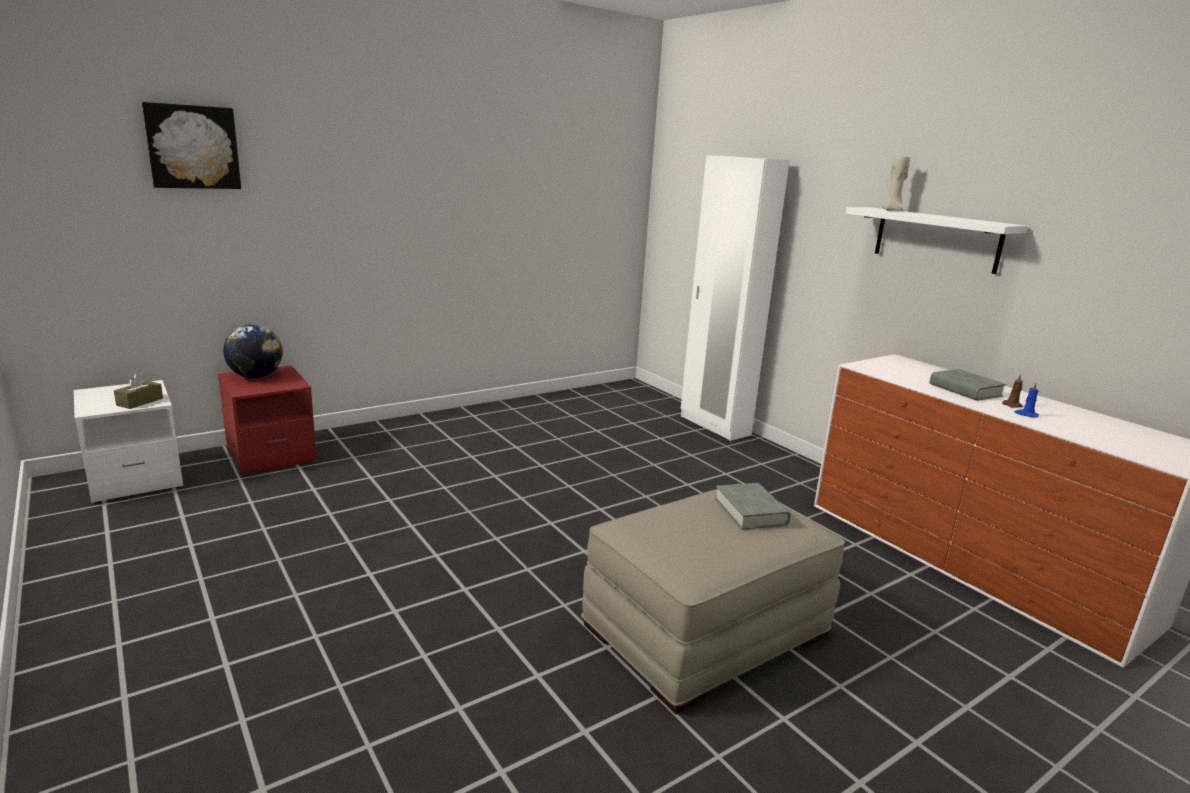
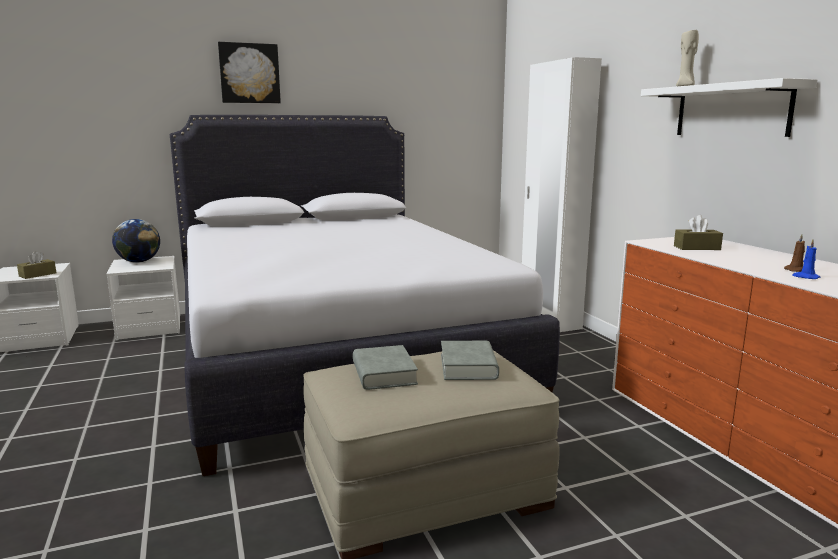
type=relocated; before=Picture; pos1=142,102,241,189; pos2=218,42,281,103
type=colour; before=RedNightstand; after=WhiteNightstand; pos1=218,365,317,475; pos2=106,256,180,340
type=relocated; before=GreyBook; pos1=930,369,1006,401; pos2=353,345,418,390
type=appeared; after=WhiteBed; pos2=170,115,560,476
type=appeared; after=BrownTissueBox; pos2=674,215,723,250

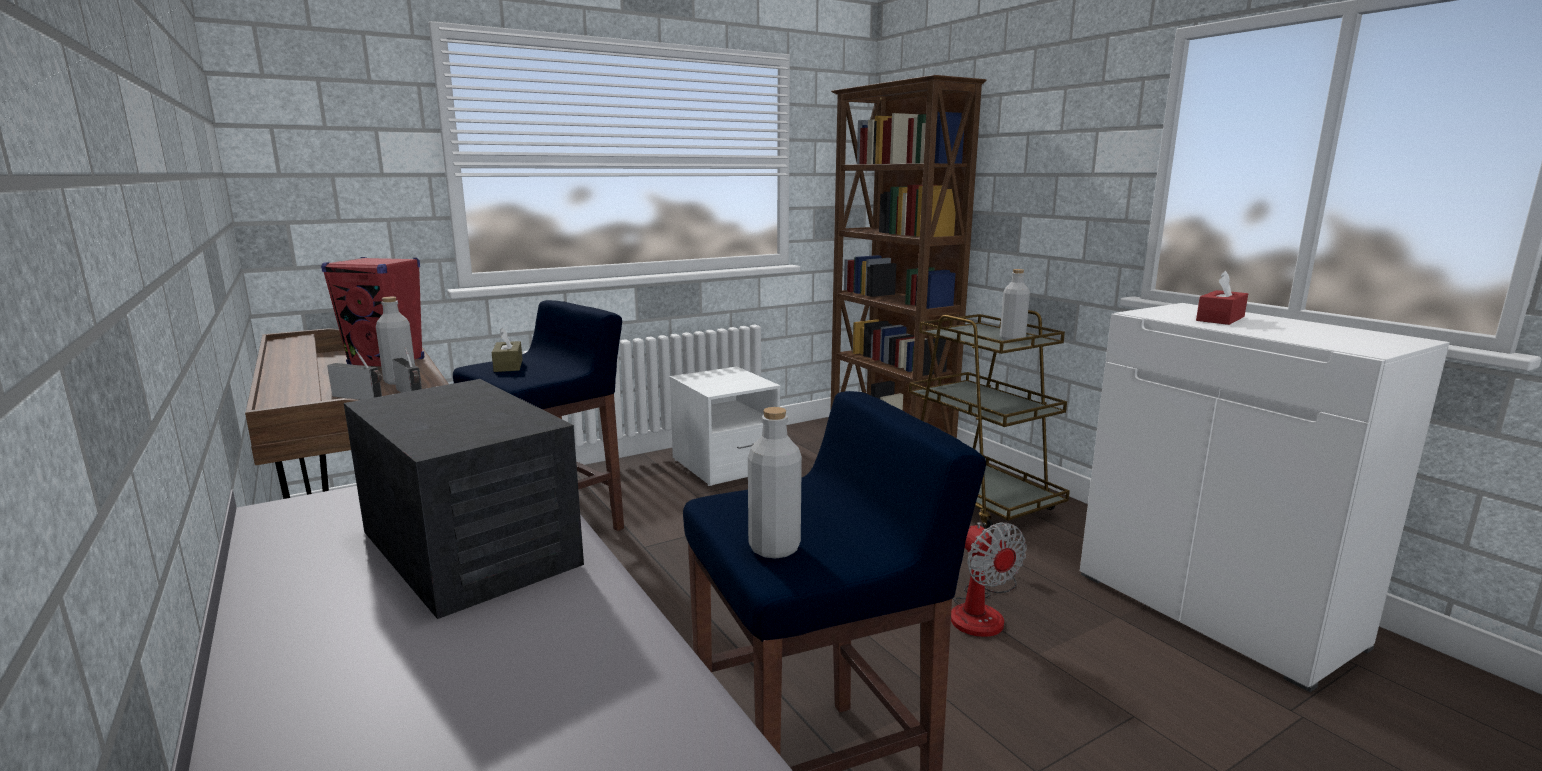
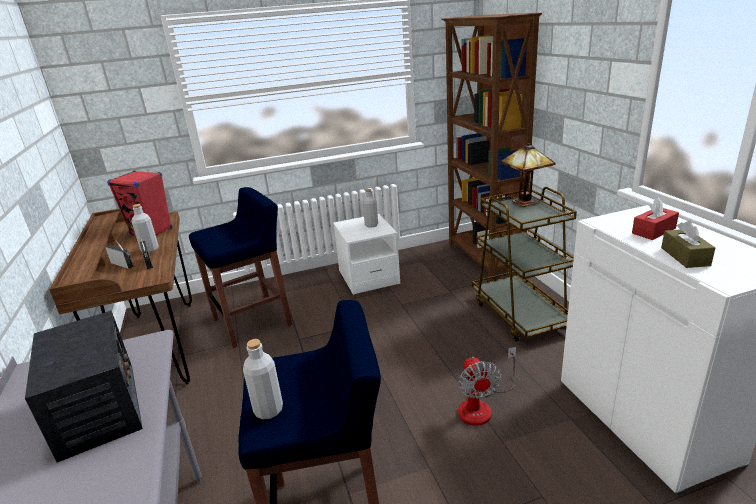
type=relocated; before=GreyBottle; pos1=1000,269,1030,340; pos2=363,189,378,228
type=relocated; before=BrownTissueBox; pos1=492,327,523,372; pos2=661,220,715,268
type=appeared; after=TableLamp; pos2=501,143,556,207

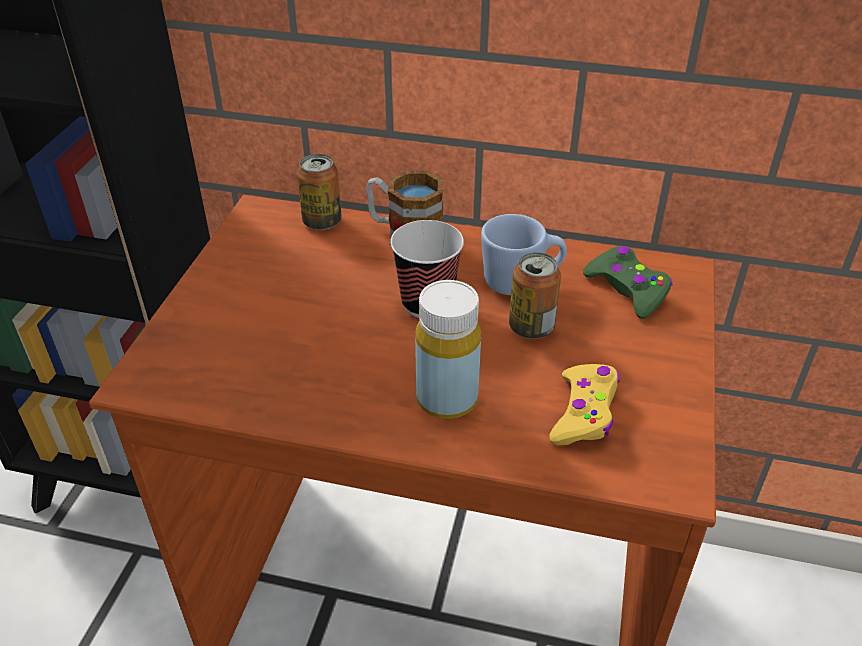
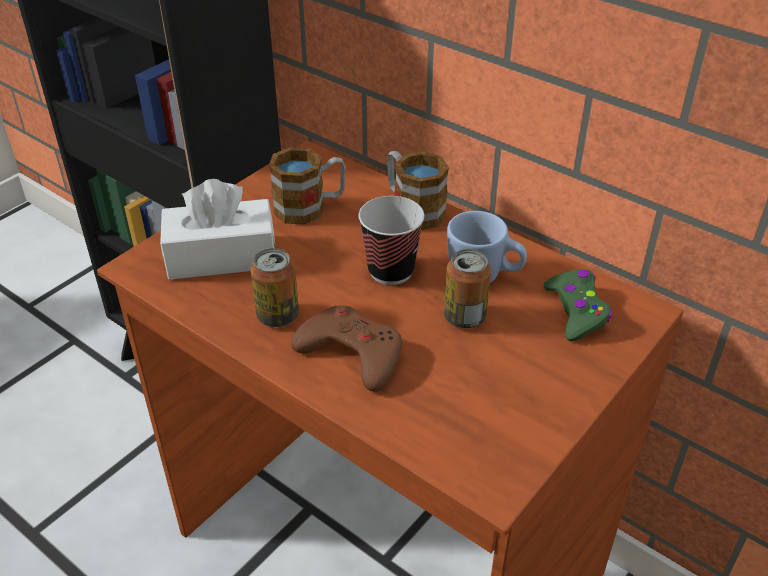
type=relocated; before=Can; pos1=297,154,342,230; pos2=251,248,299,327
type=exchanged; before=YellowBottle; after=BrownGameController; pos1=415,280,481,419; pos2=291,305,402,392
type=missing; before=YellowGameController; pos1=550,364,620,445
type=appeared; after=Mug; pos2=269,147,346,225
type=appeared; after=WhiteTissueBox; pos2=160,179,275,280

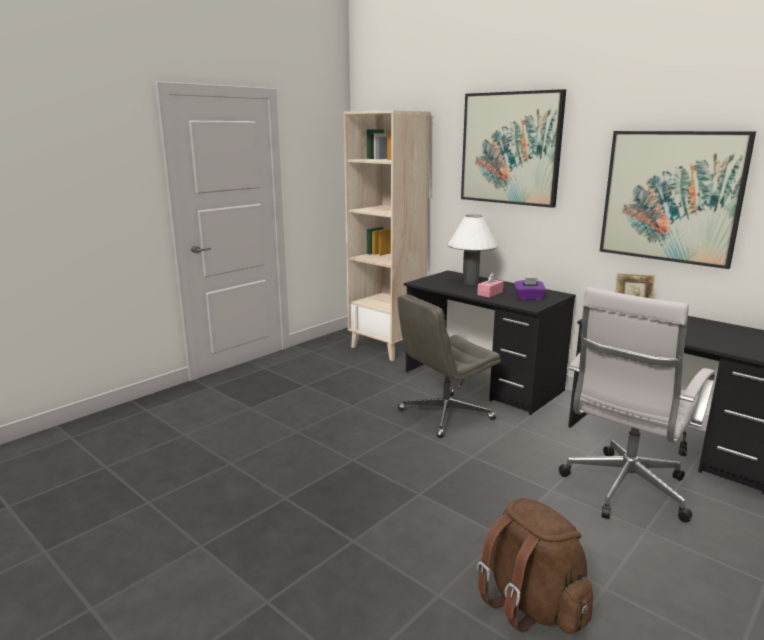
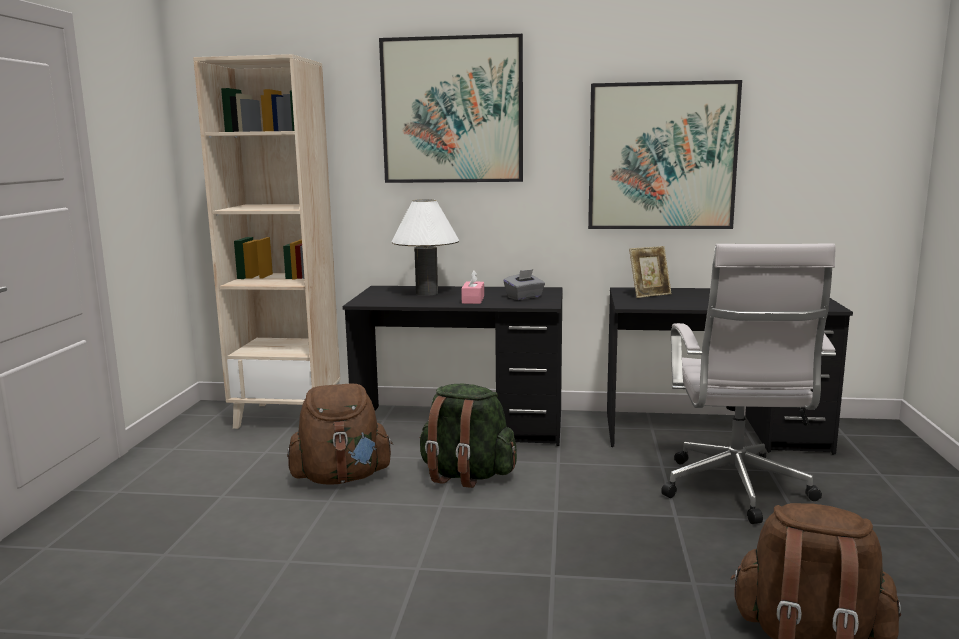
type=colour; before=PurpleTissueBox; after=GreyTissueBox; pos1=514,278,546,300; pos2=503,269,545,300
type=exchanged; before=GreyOfficeChair; after=GreenBackpack; pos1=397,294,501,438; pos2=420,383,517,488
type=appeared; after=BrownBackpack; pos2=287,384,393,485

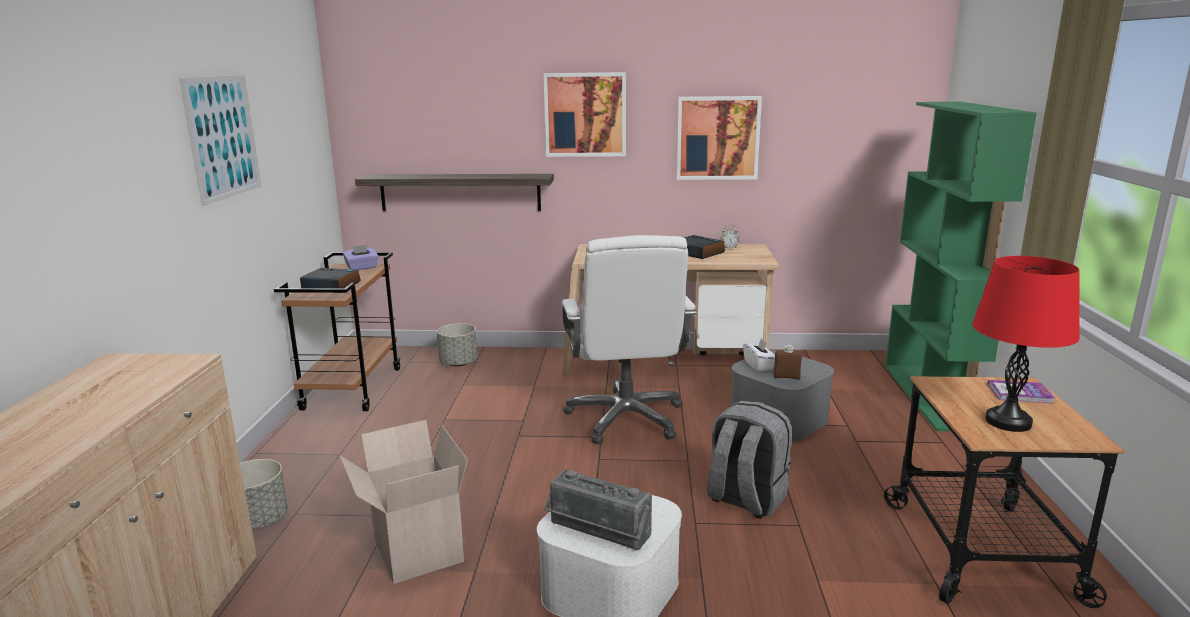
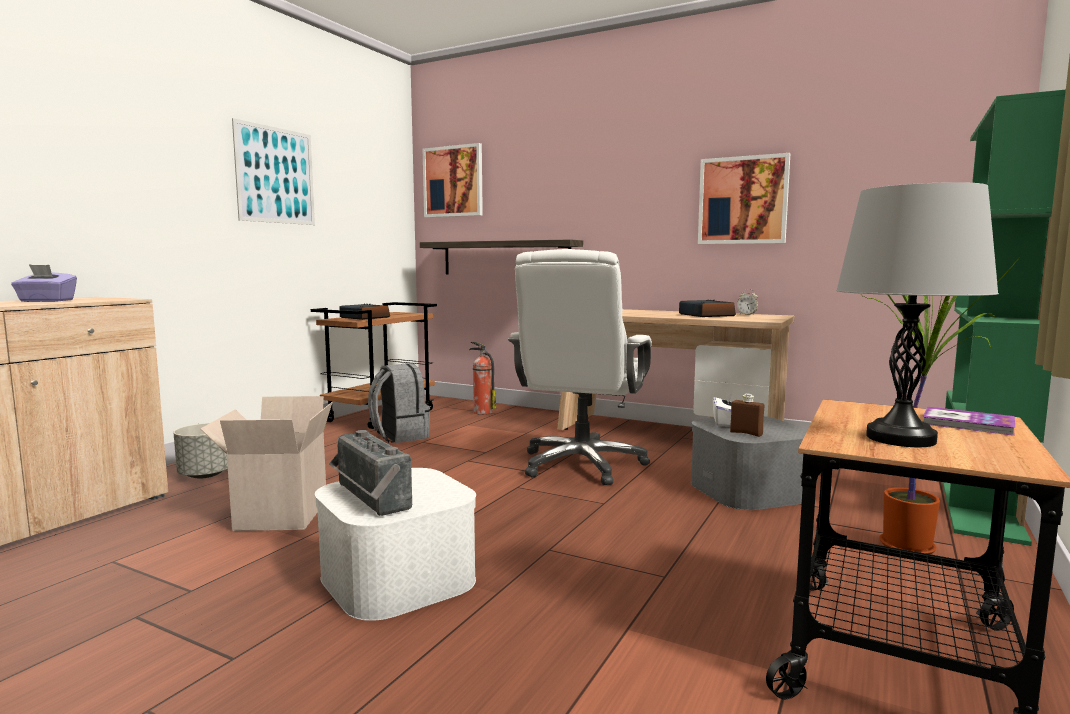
type=relocated; before=Picture; pos1=543,72,626,157; pos2=423,143,483,218
type=relocated; before=PurpleTissueBox; pos1=343,245,379,270; pos2=11,264,77,302
type=colour; before=RedTableLamp; after=GreyTableLamp; pos1=972,256,1080,432; pos2=836,182,999,447
type=exchanged; before=GreyPlanter; after=FireExtinguisher; pos1=437,323,477,367; pos2=469,342,496,415
type=relocated; before=GreyBackpack; pos1=707,401,792,519; pos2=368,363,430,443
type=appeared; after=PottedPlant; pos2=863,257,1020,554

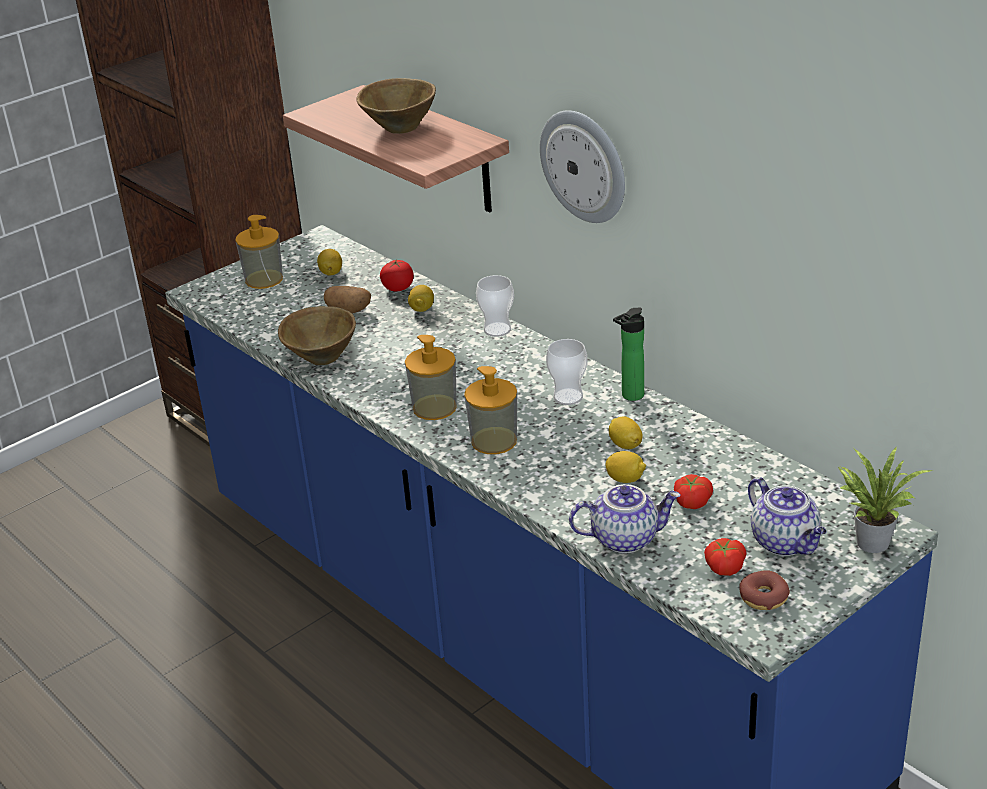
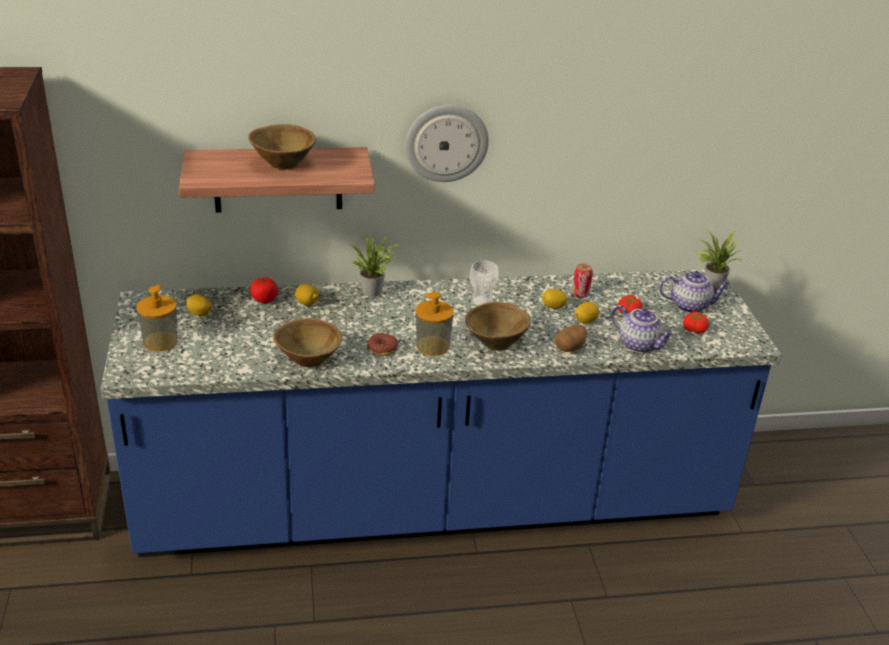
type=exchanged; before=Cup; after=PottedPlant; pos1=476,275,514,337; pos2=349,235,398,297
type=relocated; before=Potato; pos1=324,286,371,314; pos2=554,325,587,352
type=missing; before=Bottle; pos1=613,307,644,401
type=exchanged; before=SoapDispenser; after=BrownBowl; pos1=464,366,517,454; pos2=465,302,531,351
type=spun; before=Teapot; pos1=569,484,681,553; pos2=611,305,675,353; turn=105
type=relocated; before=Donut; pos1=739,570,790,610; pos2=367,333,398,356
type=appeared; after=Can; pos2=572,263,593,298

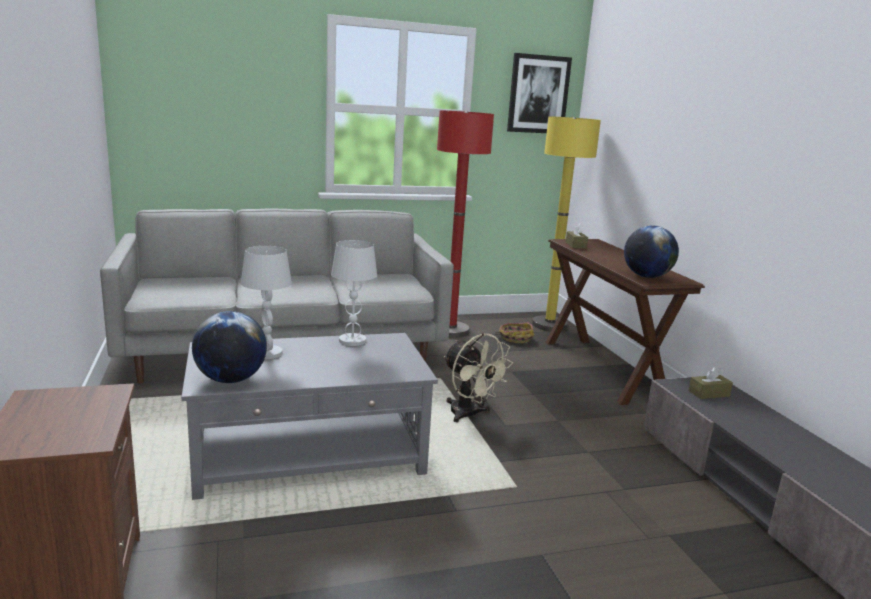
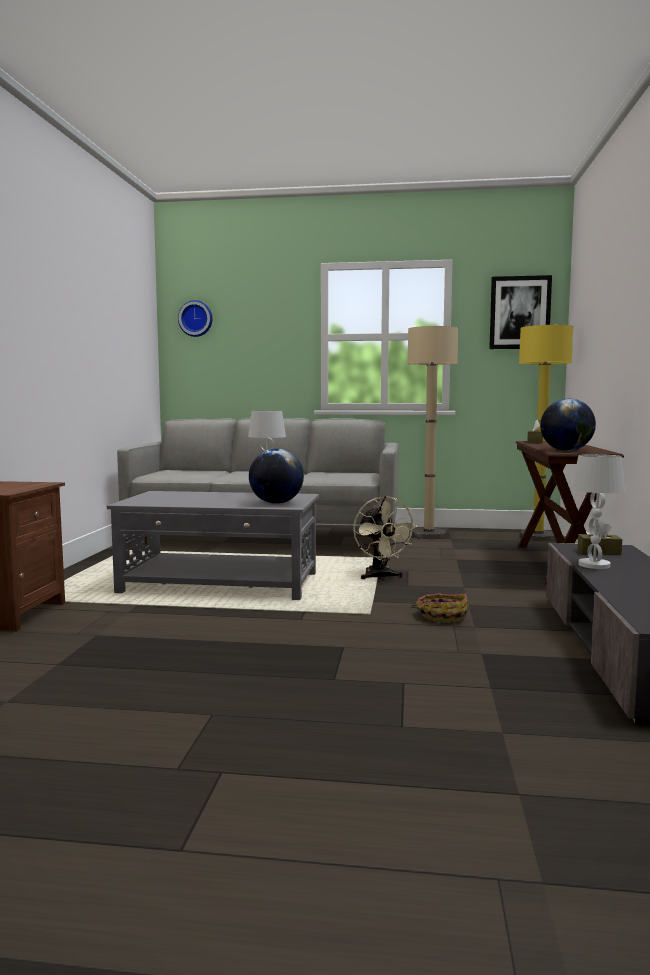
type=colour; before=RedFloorLamp; after=BeigeFloorLamp; pos1=437,111,494,338; pos2=407,326,458,539
type=relocated; before=WhiteTableLamp; pos1=241,246,292,359; pos2=572,454,625,569
type=relocated; before=Globe; pos1=192,311,267,383; pos2=249,449,304,504
type=relocated; before=Basket; pos1=495,322,534,343; pos2=410,594,469,623
type=appeared; after=WallClock; pos2=178,300,212,337

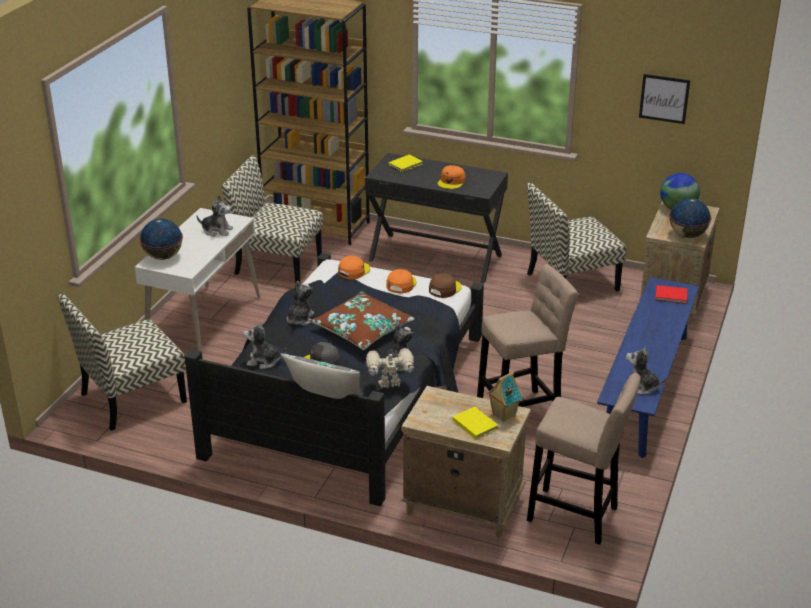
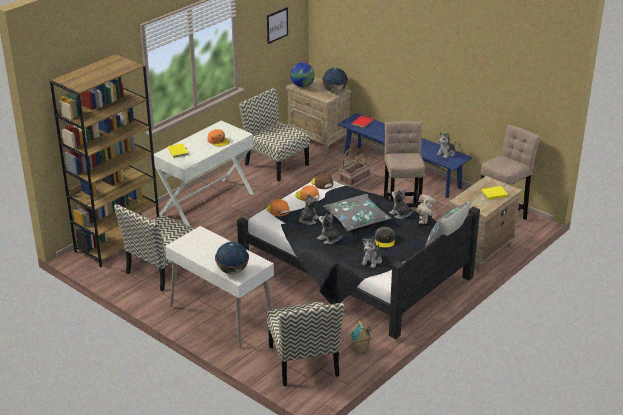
type=colour; before=BlackDesk; after=WhiteDesk; pos1=365,153,508,284; pos2=154,121,254,227
type=spun; before=Chair; pos1=527,183,627,291; pos2=239,88,310,181; turn=135
type=relocated; before=PlushToy; pos1=196,195,233,237; pos2=299,194,319,225
type=colour; before=BrownPillow; after=GreyPillow; pos1=310,291,415,350; pos2=323,194,391,231
type=relocated; before=ToyHouse; pos1=487,372,523,422; pos2=350,320,372,353
type=appeared; after=Basket; pos2=339,149,371,188

